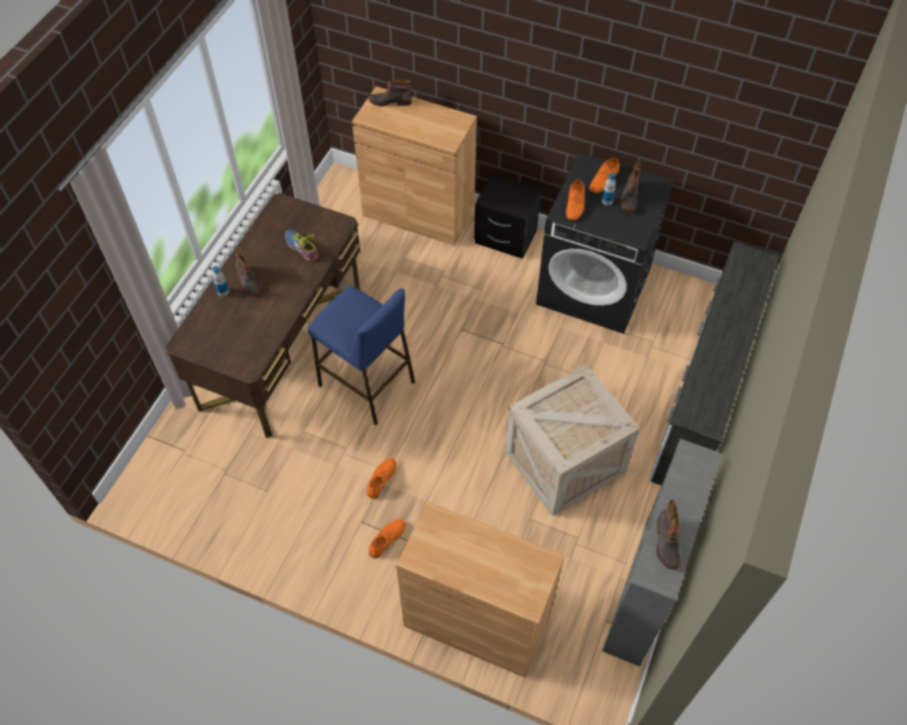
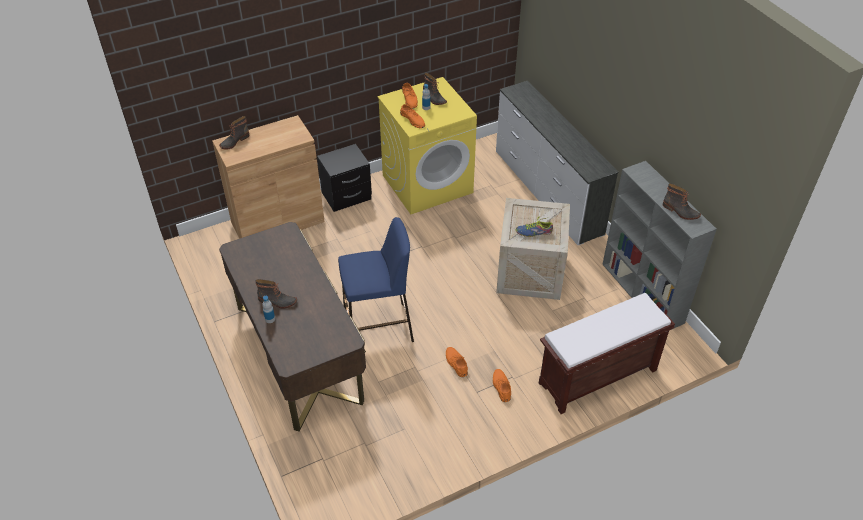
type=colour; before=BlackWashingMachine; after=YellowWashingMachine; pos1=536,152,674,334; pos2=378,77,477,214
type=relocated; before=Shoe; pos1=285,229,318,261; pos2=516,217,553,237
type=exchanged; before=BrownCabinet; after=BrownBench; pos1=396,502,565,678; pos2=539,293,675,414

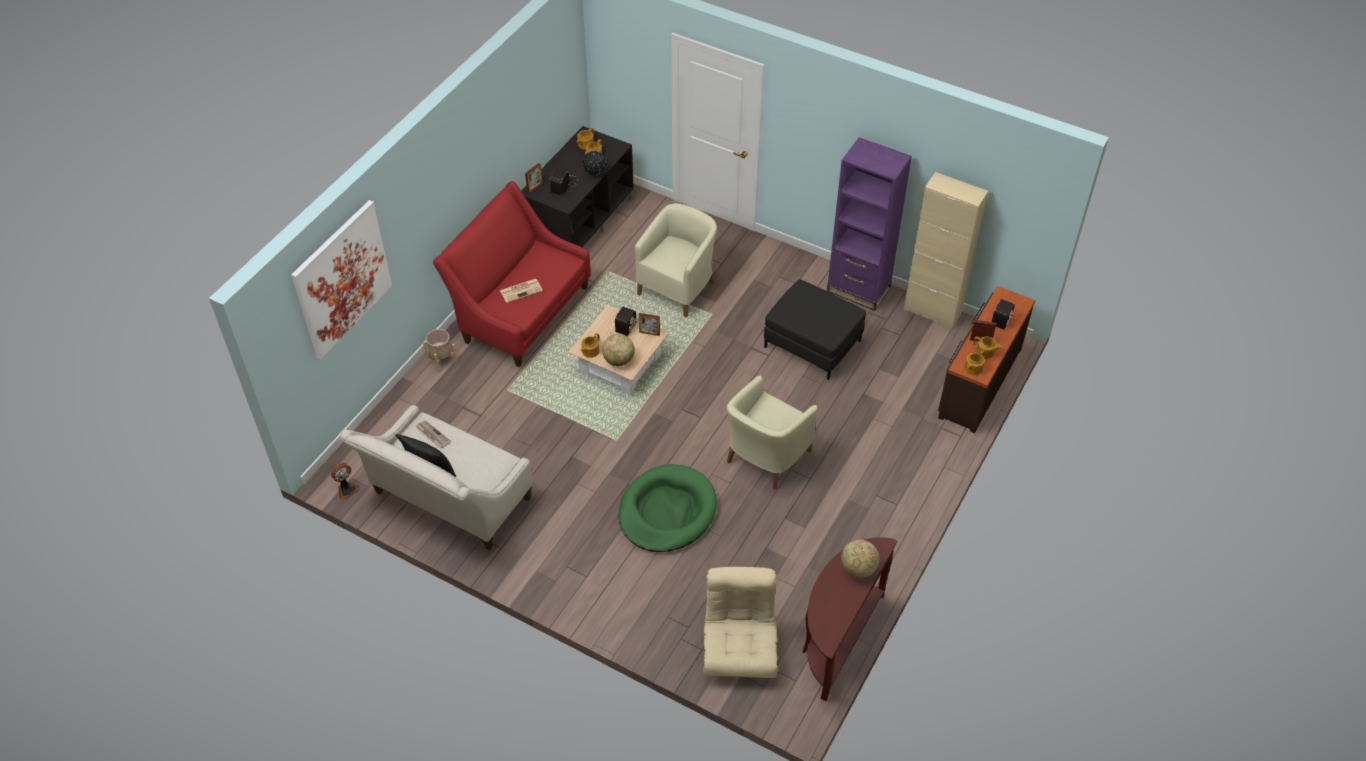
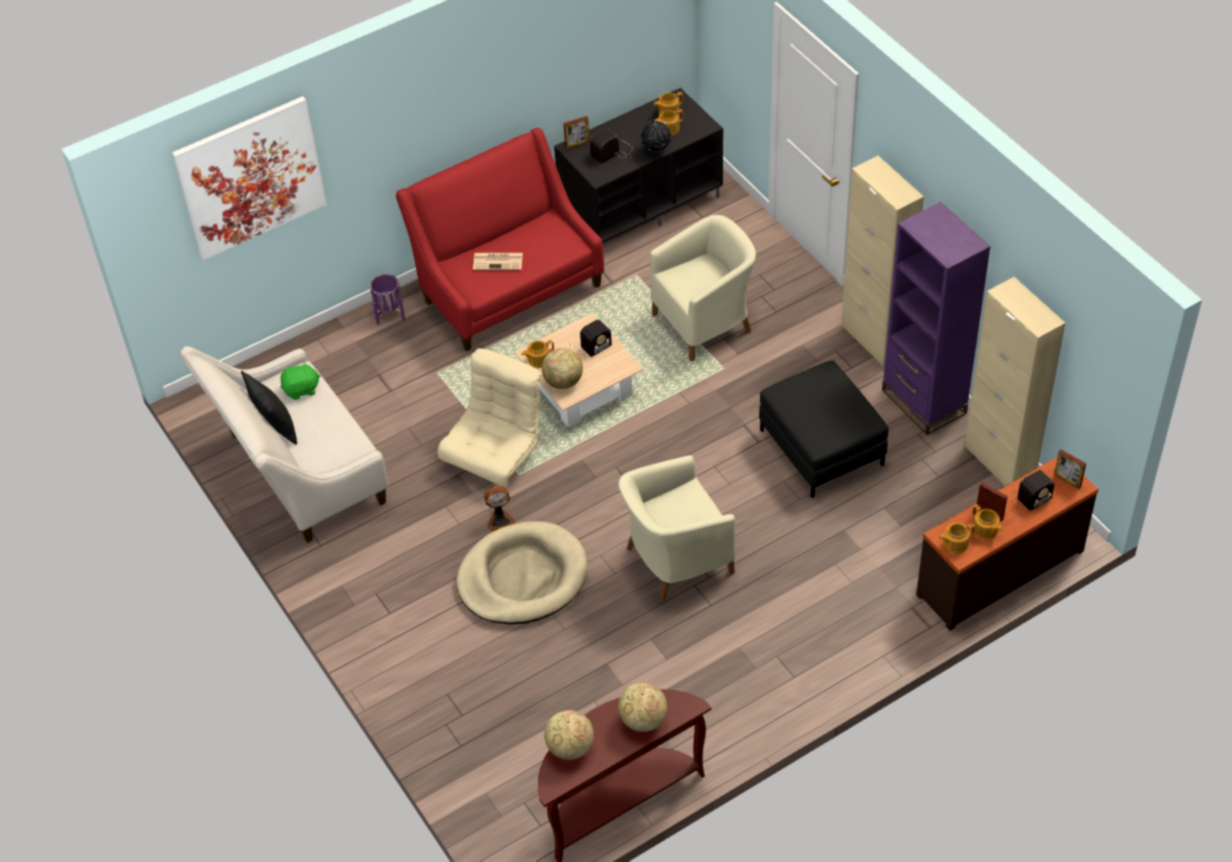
type=relocated; before=PictureFrame; pos1=639,313,660,336; pos2=1054,450,1086,489
type=colour; before=BeigePlanter; after=PurplePlanter; pos1=423,329,457,372; pos2=370,274,405,325
type=exchanged; before=Newspaper; after=GreenPlushToy; pos1=415,420,451,448; pos2=280,361,321,400
type=relocated; before=Fan; pos1=331,463,360,500; pos2=484,486,515,531
type=colour; before=GreenDogBed; after=BeigeDogBed; pos1=618,464,717,552; pos2=457,521,588,625
type=relocated; before=BeigeArmchair; pos1=703,567,777,678; pos2=438,348,541,487
type=appeared; after=BeigeCabinet; pos2=841,156,924,366
type=appeared; after=Globe; pos2=544,710,594,760

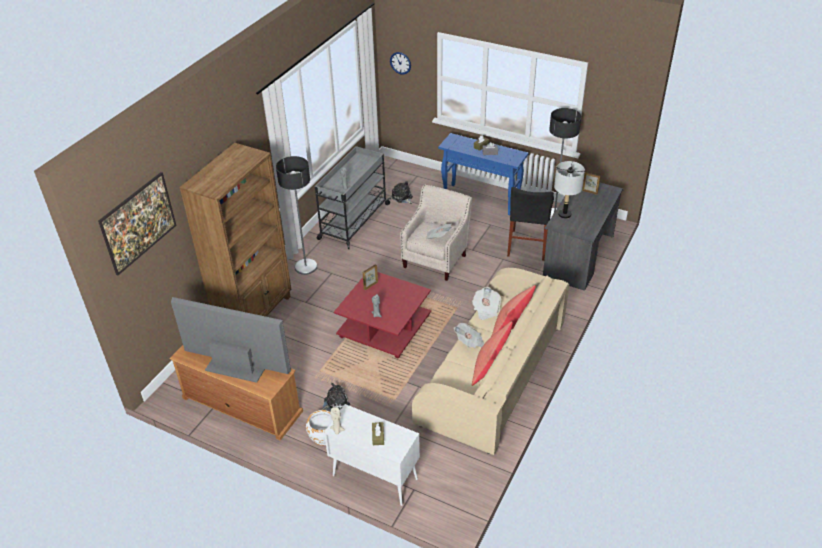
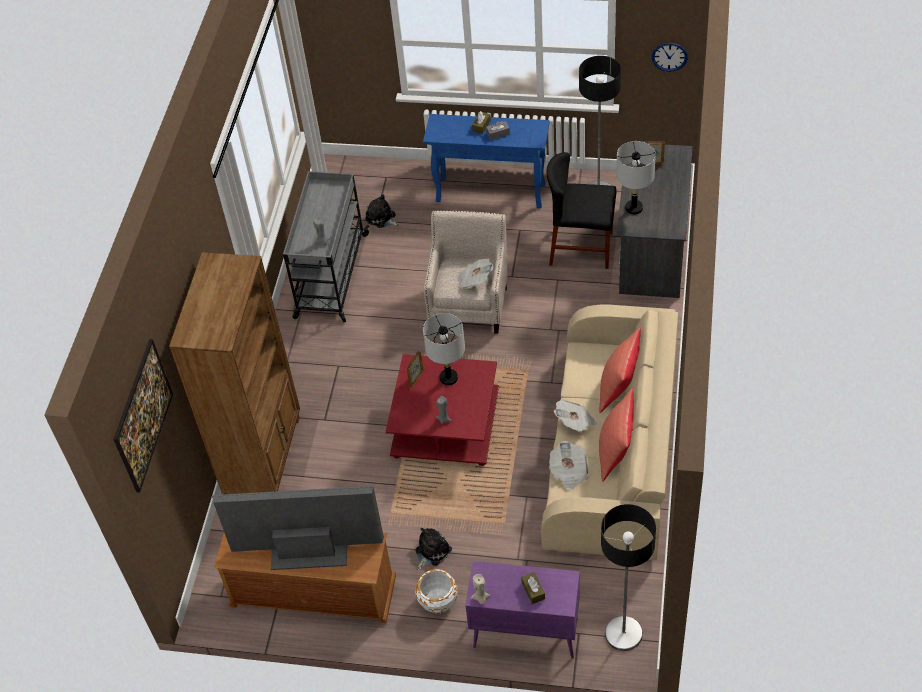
type=relocated; before=WallClock; pos1=390,52,411,75; pos2=652,43,688,71
type=relocated; before=FloorLamp; pos1=276,156,317,275; pos2=601,504,656,651
type=spun; before=BlackChair; pos1=507,187,554,261; pos2=546,152,617,269; turn=105
type=relocated; before=Newspaper; pos1=472,287,501,320; pos2=549,441,589,491
type=colour; before=WhiteCabinet; after=PurpleCabinet; pos1=324,404,420,506; pos2=465,561,580,659
type=appeared; after=GreyTableLamp; pos2=423,313,465,385

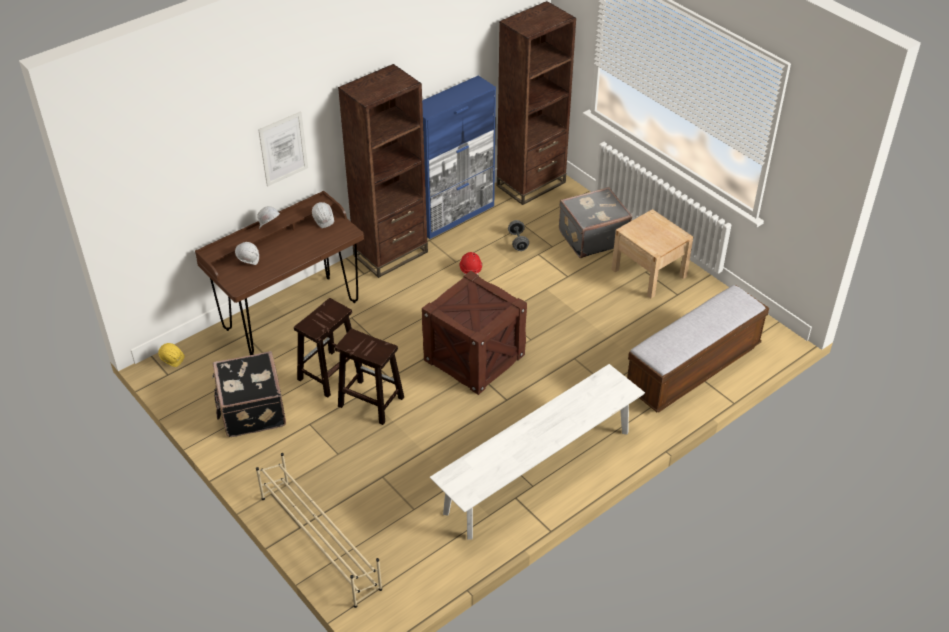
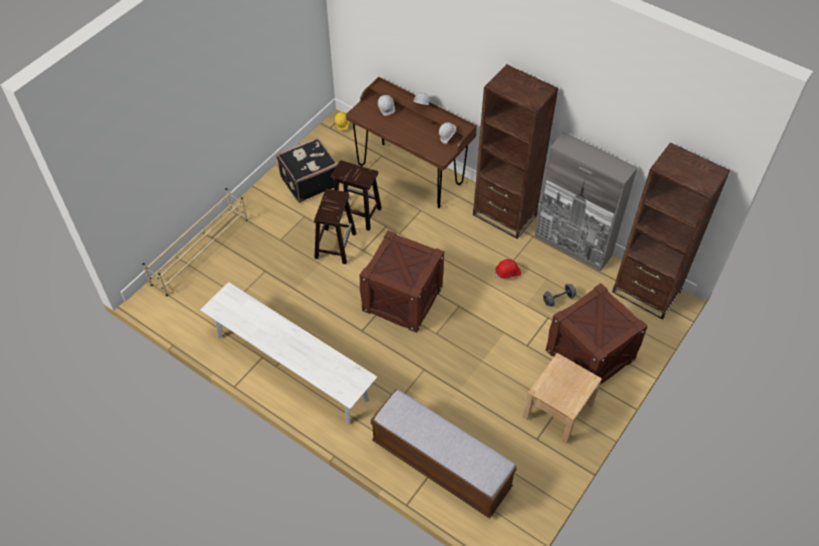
type=colour; before=BlueCabinet; after=GreyCabinet; pos1=422,75,496,239; pos2=535,132,638,271
type=missing; before=Picture; pos1=258,111,308,186
type=exchanged; before=GreySuitcase; after=Crate; pos1=559,187,632,258; pos2=546,283,648,384

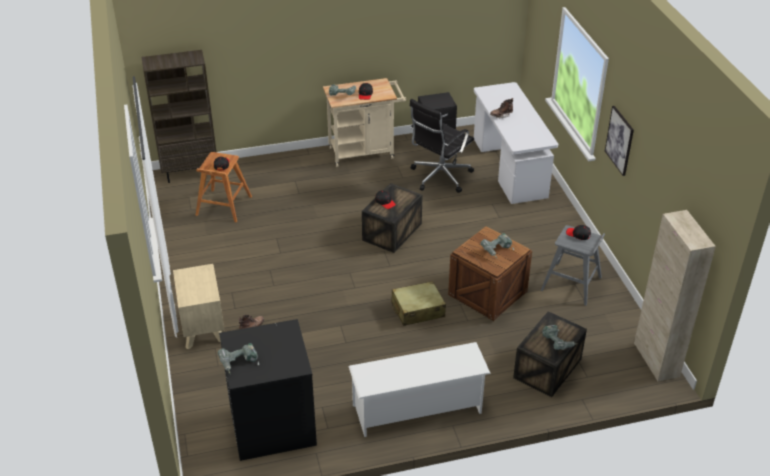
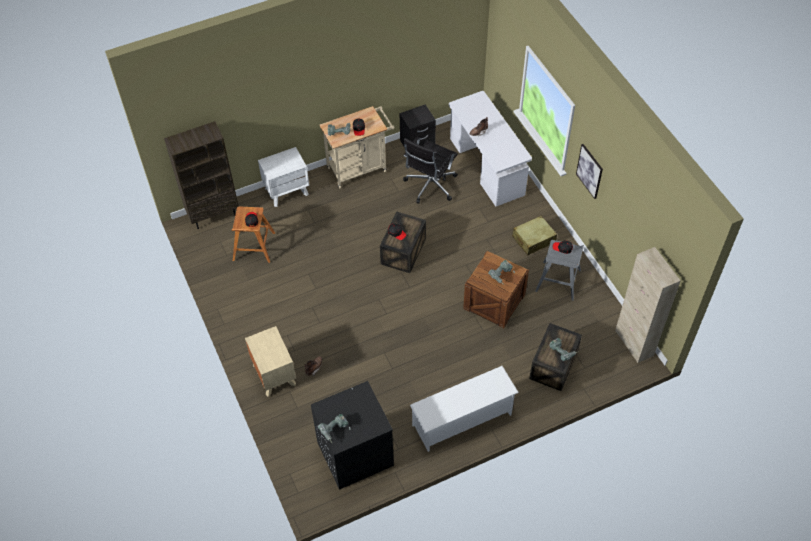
type=relocated; before=BeigeSuitcase; pos1=391,281,446,326; pos2=512,216,557,255
type=appeared; after=WhiteNightstand; pos2=258,147,309,207

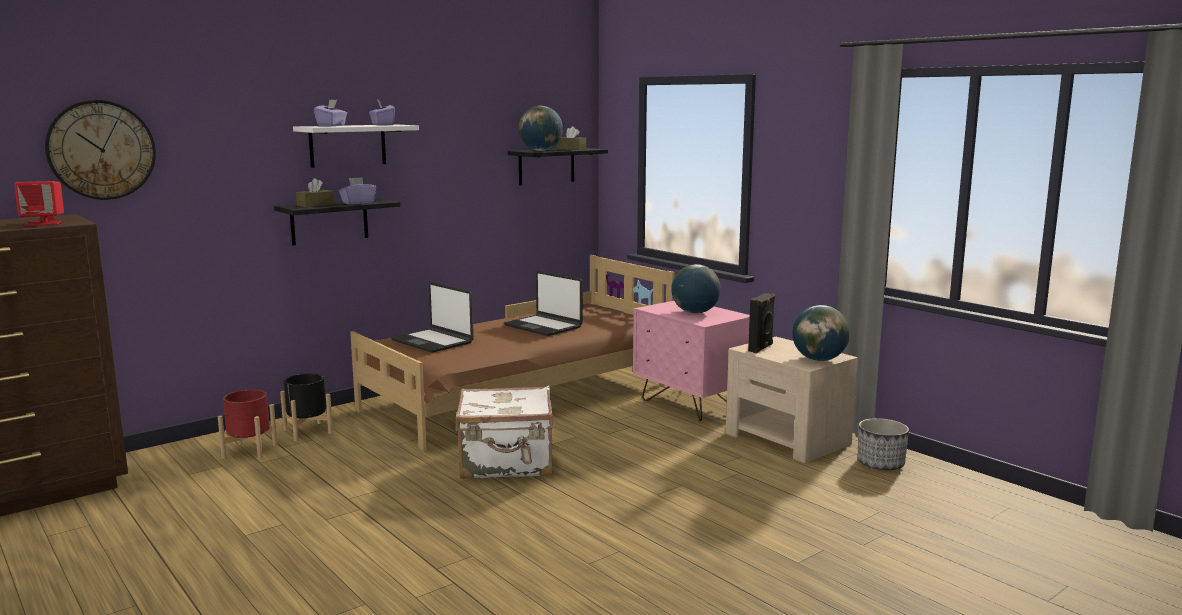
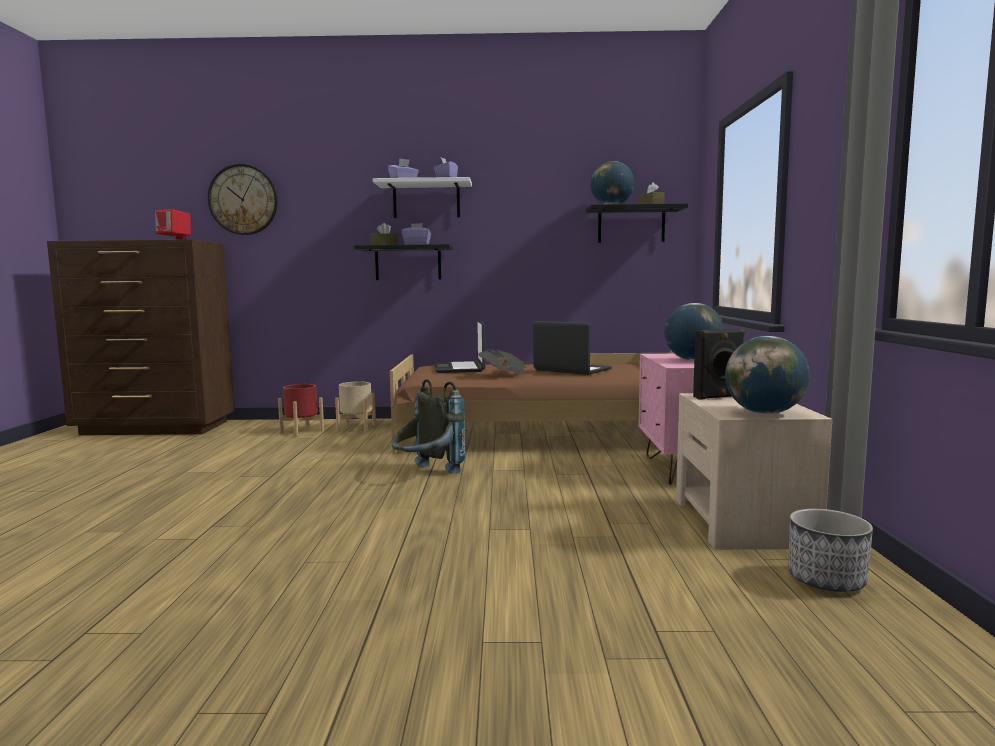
type=spun; before=Laptop; pos1=504,271,583,336; pos2=533,321,612,375; turn=135
type=colour; before=BlackPlanter; after=BeigePlanter; pos1=280,373,333,441; pos2=335,382,376,432
type=exchanged; before=WhiteSuitcase; after=GreyBackpack; pos1=456,386,553,479; pos2=391,379,465,474
type=appeared; after=Newspaper; pos2=478,349,527,373

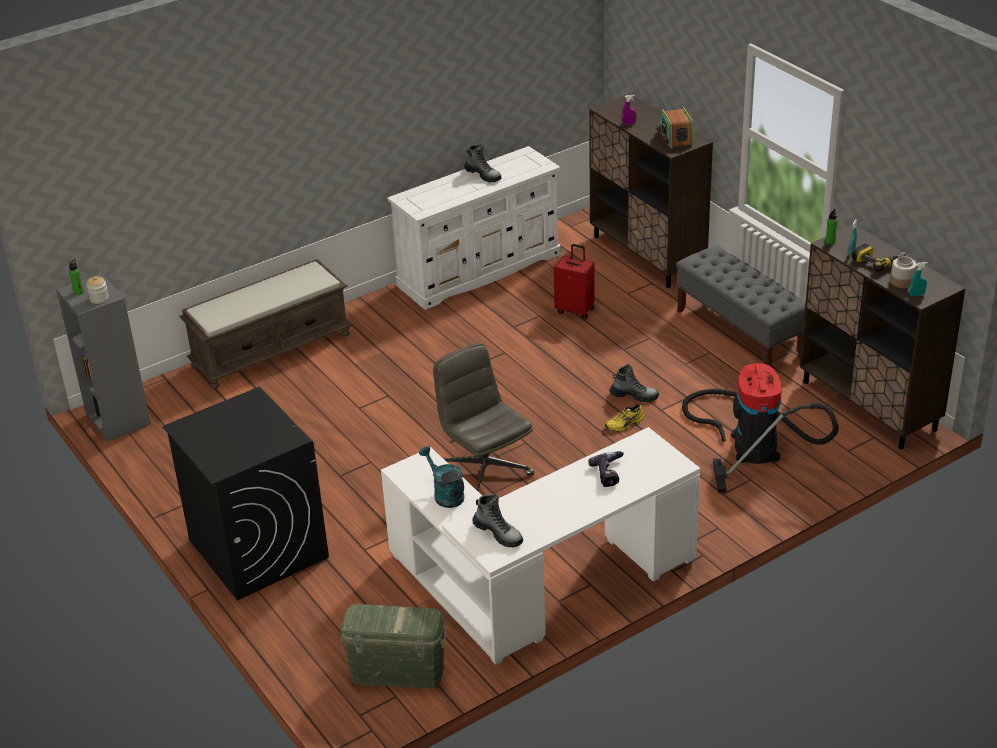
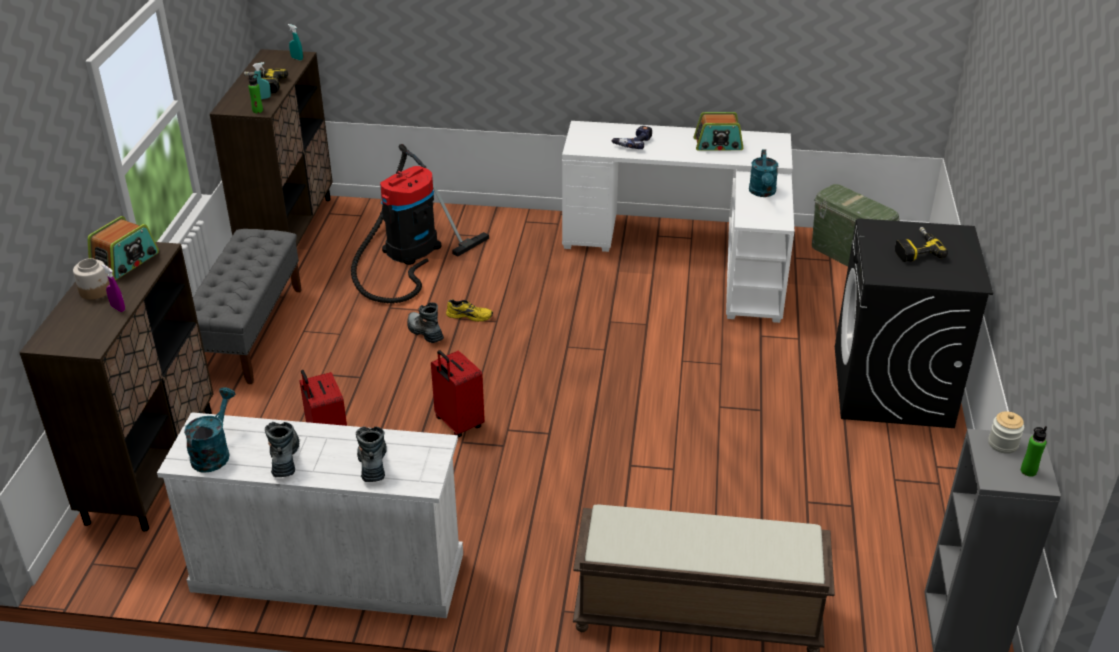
type=relocated; before=Jar; pos1=890,256,917,288; pos2=73,258,110,300
type=missing; before=GreyOfficeChair; pos1=433,343,534,491
type=relocated; before=Boot; pos1=472,493,523,547; pos2=356,426,387,482
type=appeared; after=Radio; pos2=694,112,743,151
type=appeared; after=PowerDrill; pos2=895,227,948,262
type=appeared; after=RedSuitcase; pos2=431,350,485,437
type=appeared; after=TurquoiseWateringCan; pos2=184,387,235,473

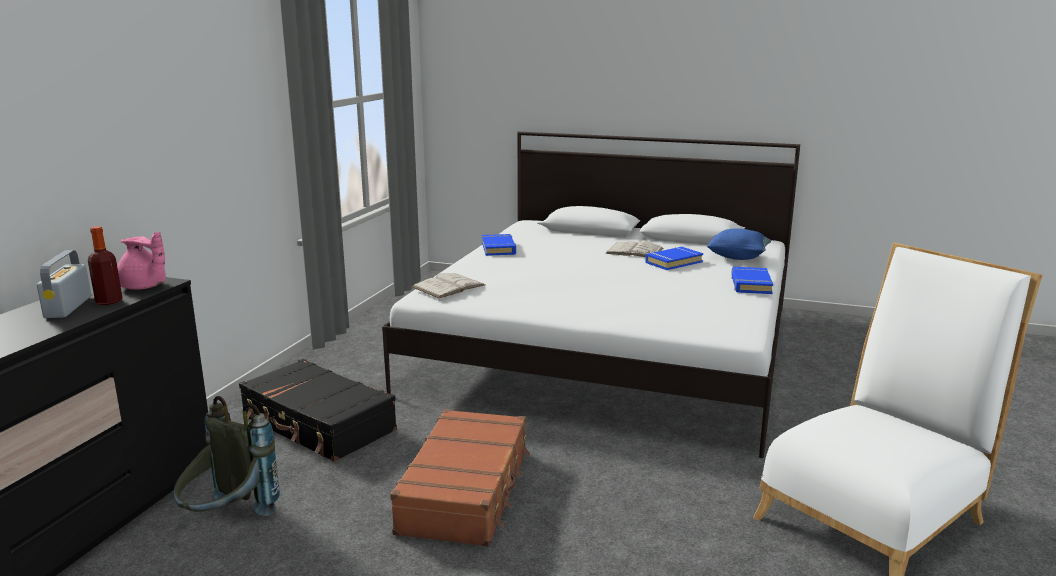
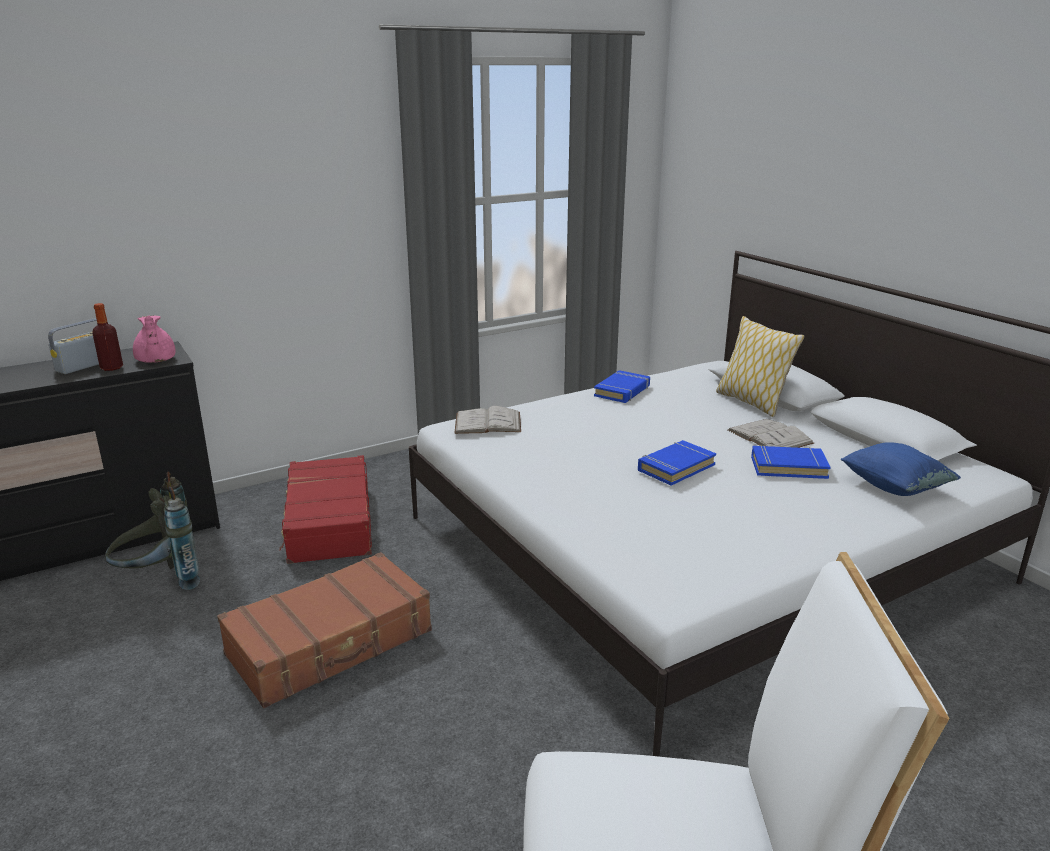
type=relocated; before=BlueBook; pos1=731,267,773,294; pos2=638,440,716,485
type=colour; before=BlackSuitcase; after=RedSuitcase; pos1=239,359,397,462; pos2=279,455,372,564
type=appeared; after=Pillow; pos2=716,316,805,417

